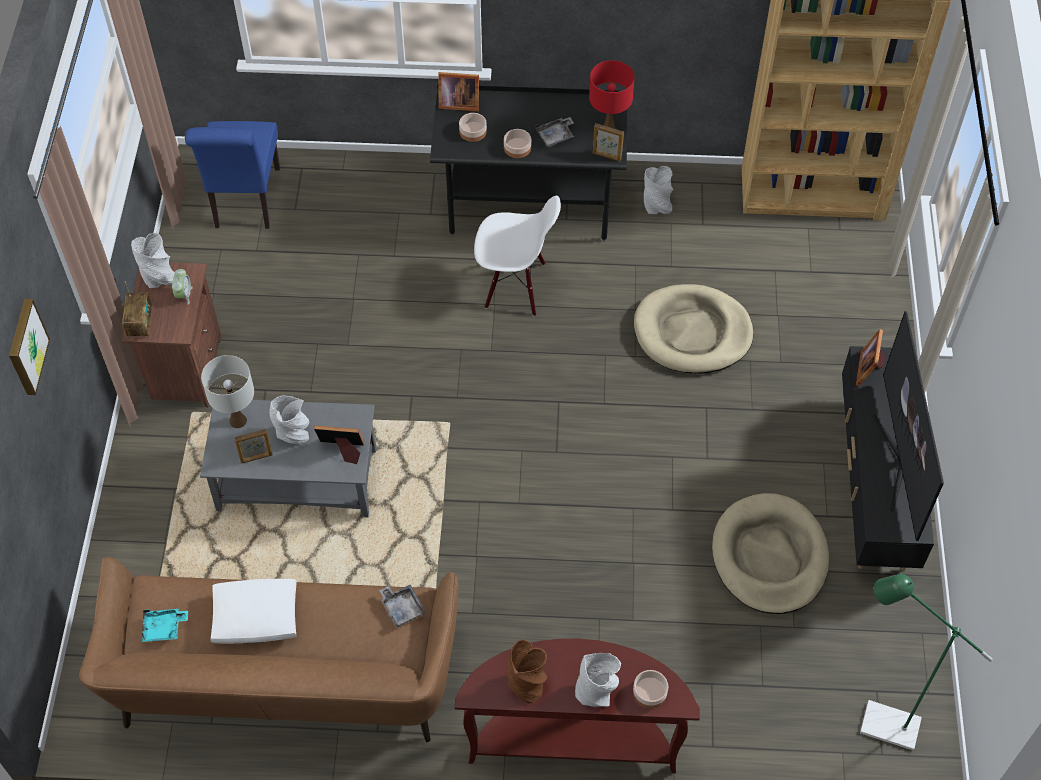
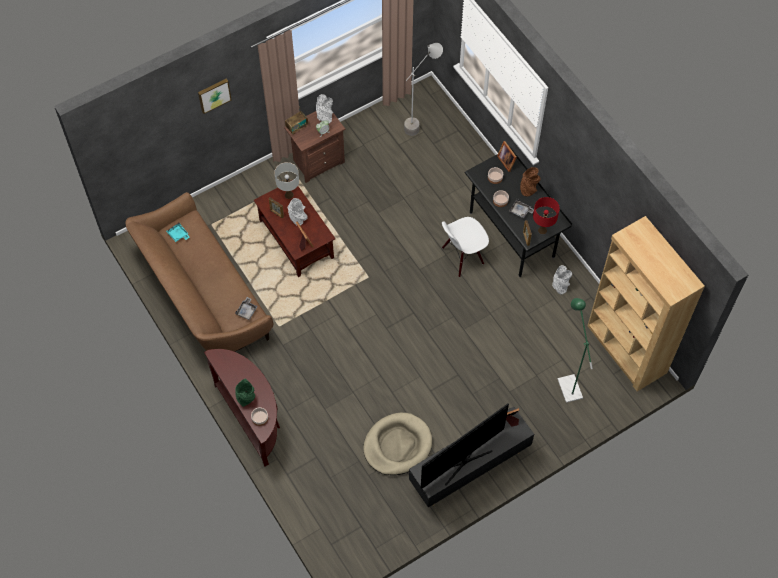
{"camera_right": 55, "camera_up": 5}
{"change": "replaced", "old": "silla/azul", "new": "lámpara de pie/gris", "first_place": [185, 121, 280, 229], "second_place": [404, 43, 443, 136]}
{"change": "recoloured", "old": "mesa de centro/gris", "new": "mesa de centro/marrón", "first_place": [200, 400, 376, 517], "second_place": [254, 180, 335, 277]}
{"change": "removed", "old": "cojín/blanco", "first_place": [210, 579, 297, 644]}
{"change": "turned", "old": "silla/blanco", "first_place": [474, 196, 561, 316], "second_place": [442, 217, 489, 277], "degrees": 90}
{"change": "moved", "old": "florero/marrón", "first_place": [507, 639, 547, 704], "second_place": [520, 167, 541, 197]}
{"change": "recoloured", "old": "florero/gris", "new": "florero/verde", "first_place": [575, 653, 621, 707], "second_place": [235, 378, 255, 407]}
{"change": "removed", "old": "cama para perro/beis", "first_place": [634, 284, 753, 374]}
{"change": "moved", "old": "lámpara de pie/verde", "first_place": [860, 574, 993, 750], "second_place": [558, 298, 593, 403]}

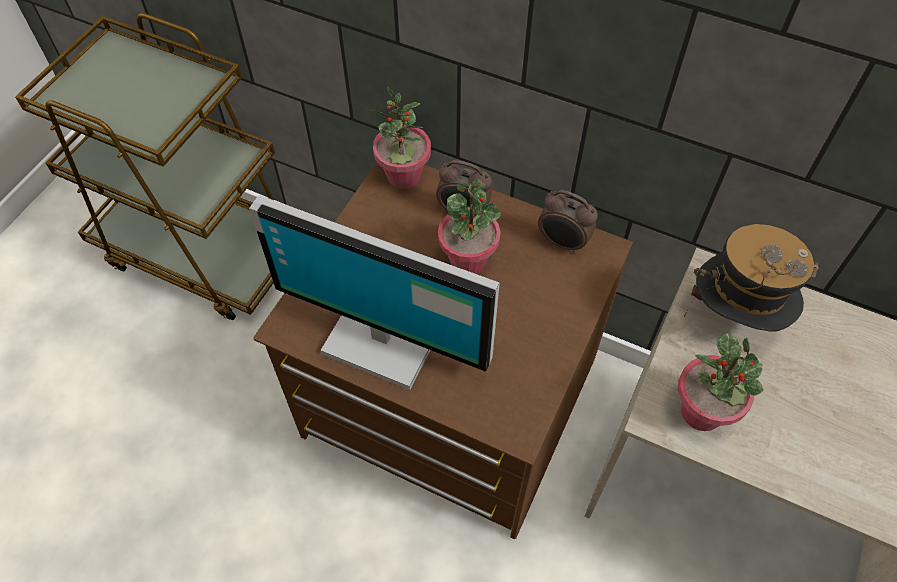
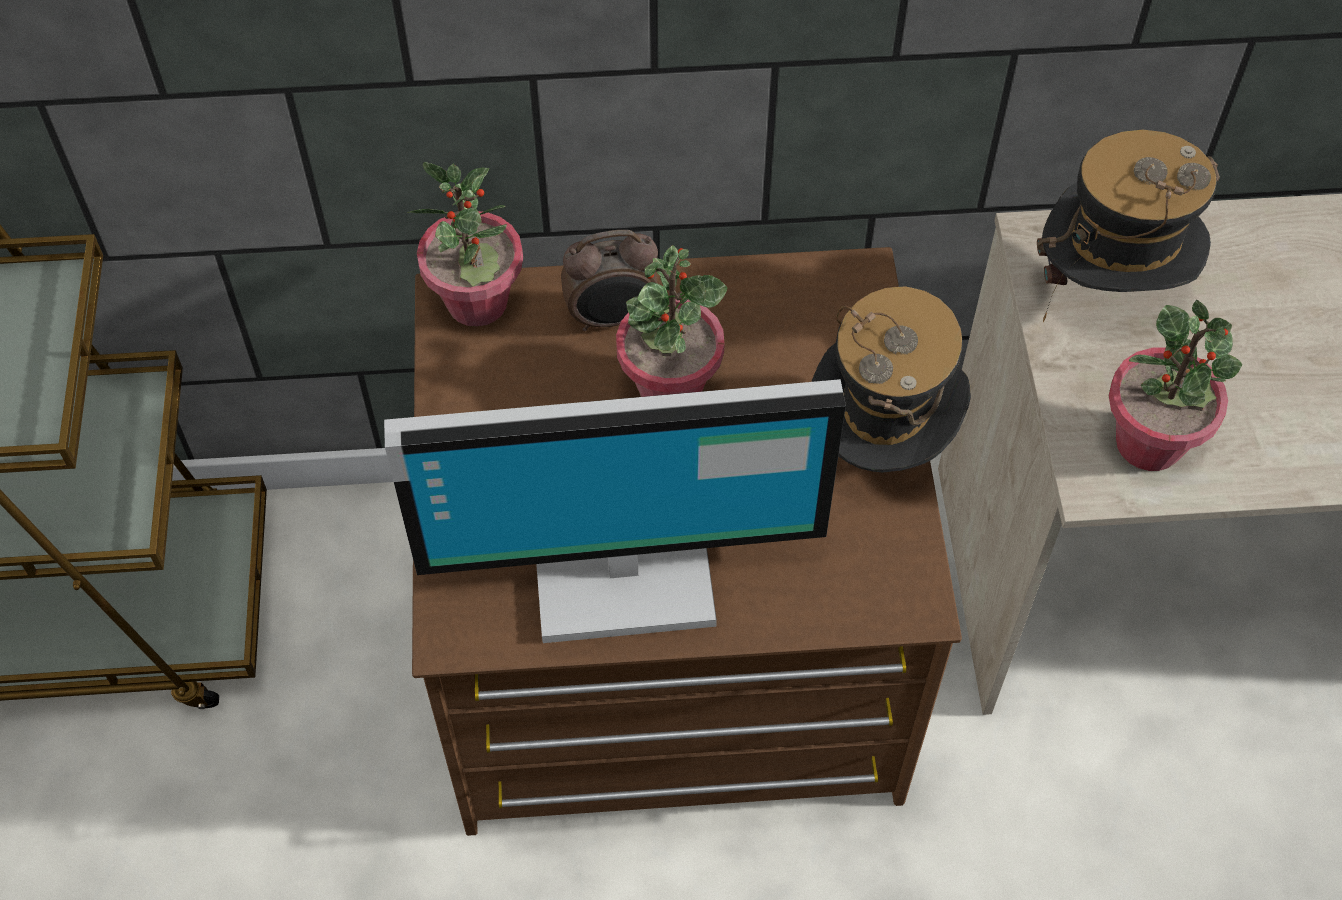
{"camera_right": -30, "camera_up": 0}
{"change": "removed", "old": "despertador", "first_place": [538, 190, 598, 254]}
{"change": "added", "new": "sombrero", "second_place": [812, 286, 971, 472]}

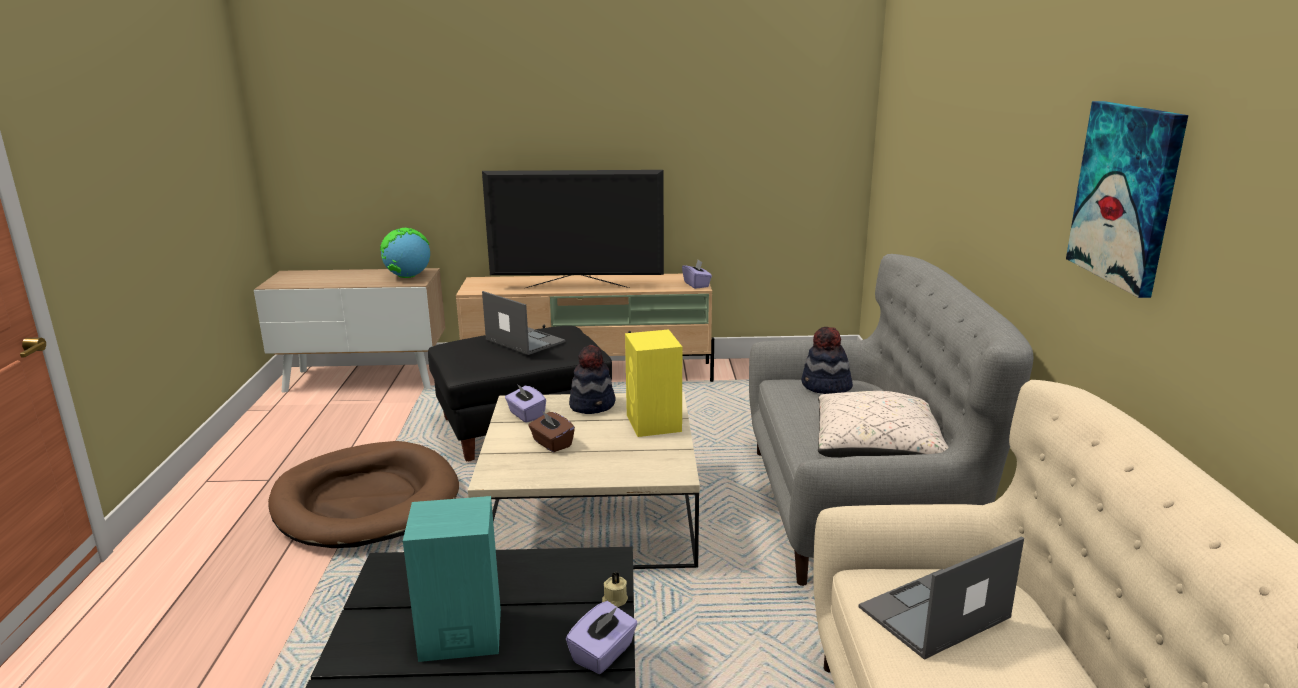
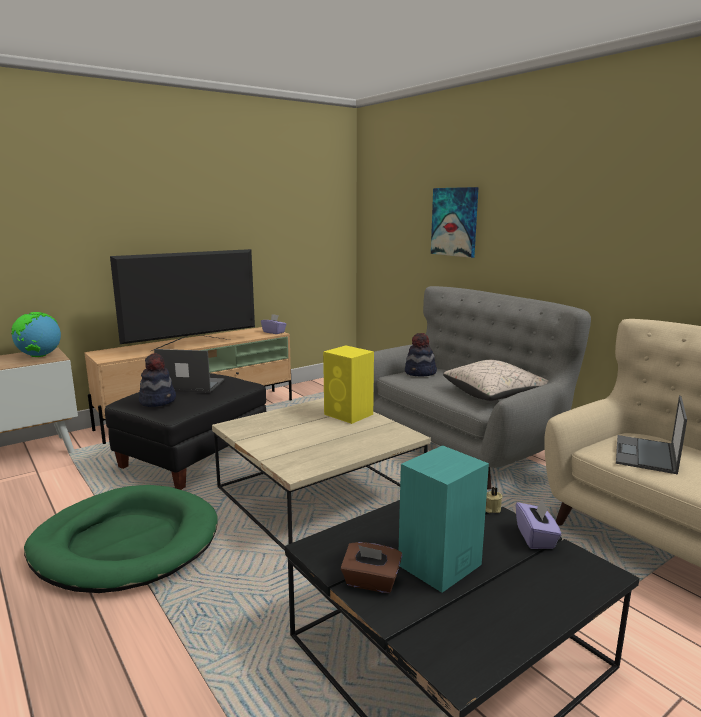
{"camera_right": -35, "camera_up": -5}
{"change": "recoloured", "old": "cama para perro/marrón", "new": "cama para perro/verde", "first_place": [268, 441, 459, 548], "second_place": [24, 485, 218, 593]}
{"change": "removed", "old": "caja de pañuelos/morado", "first_place": [505, 384, 546, 423]}
{"change": "moved", "old": "caja de pañuelos/marrón", "first_place": [528, 411, 575, 452], "second_place": [341, 542, 402, 593]}
{"change": "moved", "old": "sombrero", "first_place": [569, 345, 616, 414], "second_place": [139, 353, 176, 407]}
{"change": "moved", "old": "cuadro", "first_place": [1066, 101, 1188, 298], "second_place": [431, 187, 479, 258]}

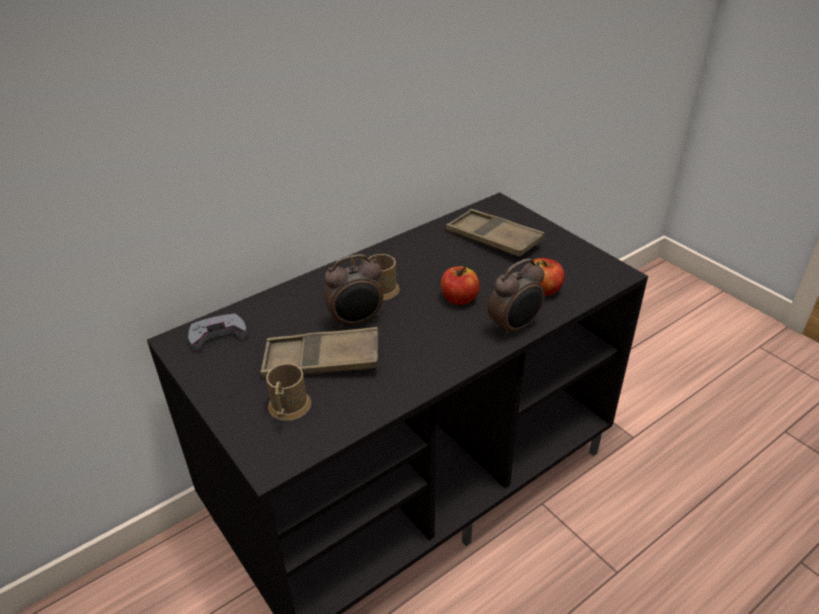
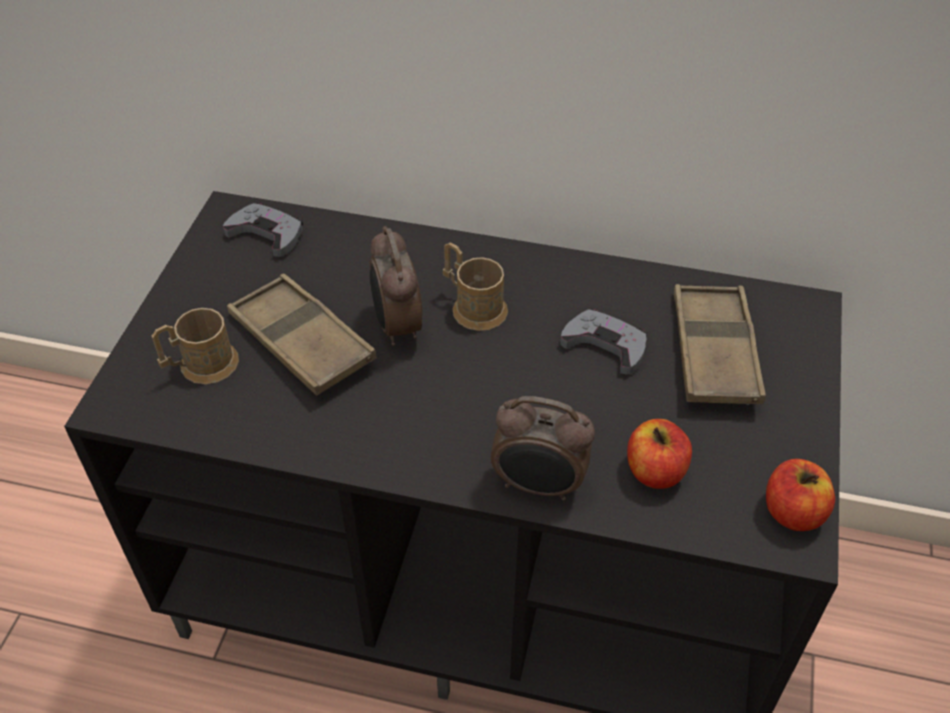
{"camera_right": 50, "camera_up": 10}
{"change": "turned", "old": "despertador", "first_place": [324, 254, 383, 329], "second_place": [369, 226, 422, 346], "degrees": 45}
{"change": "moved", "old": "manzana", "first_place": [441, 266, 480, 305], "second_place": [766, 459, 835, 531]}
{"change": "added", "new": "mando de consola/gris", "second_place": [560, 309, 647, 374]}

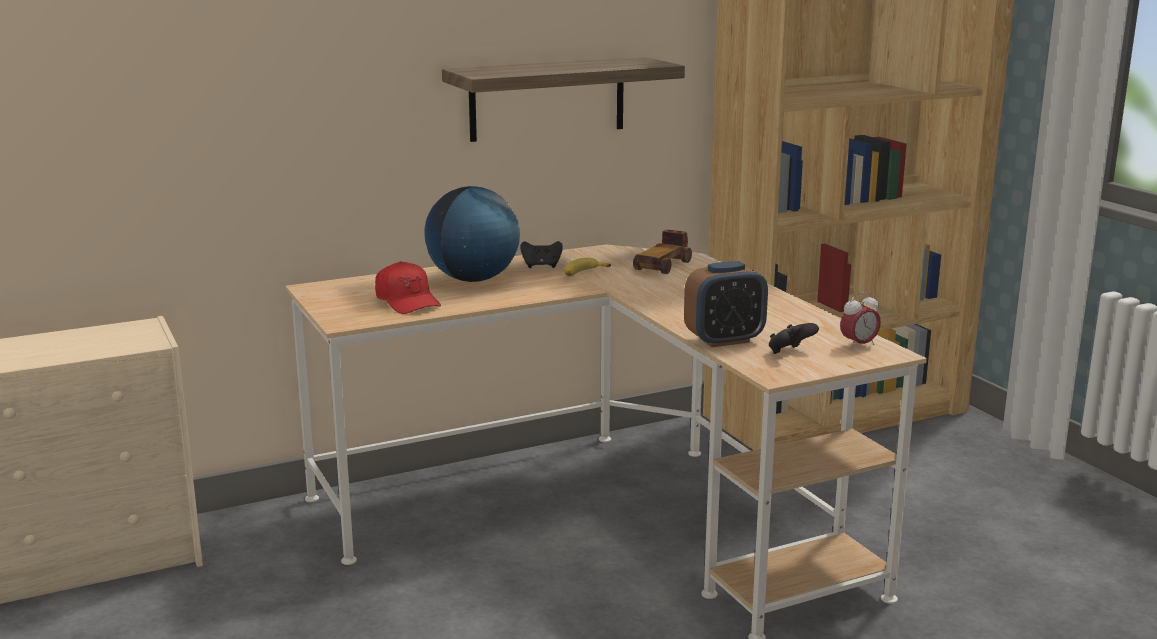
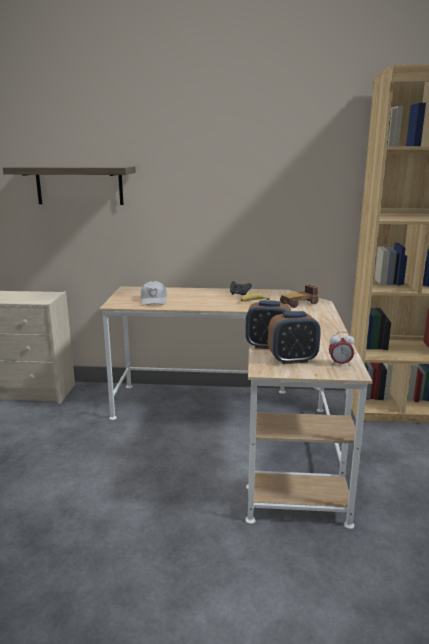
{"camera_right": 30, "camera_up": 0}
{"change": "recoloured", "old": "gorra/rojo", "new": "gorra/blanco", "first_place": [375, 261, 441, 314], "second_place": [141, 281, 167, 306]}
{"change": "removed", "old": "globo terráqueo", "first_place": [424, 186, 520, 282]}
{"change": "moved", "old": "estante", "first_place": [442, 57, 685, 142], "second_place": [3, 166, 136, 205]}
{"change": "replaced", "old": "mando de consola/negro", "new": "despertador", "first_place": [769, 323, 819, 354], "second_place": [268, 311, 321, 364]}

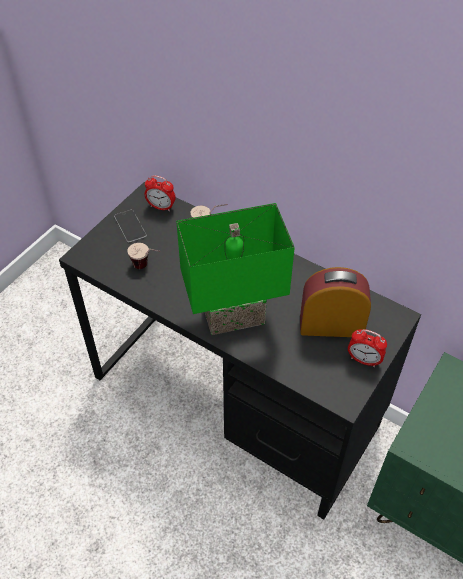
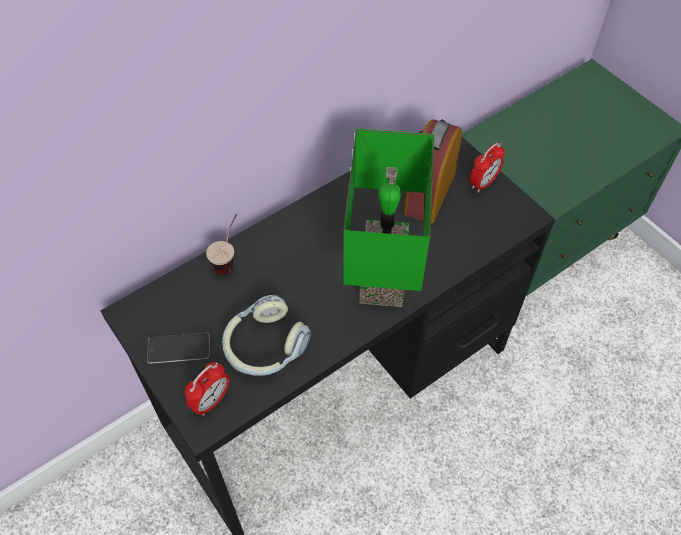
{"camera_right": -70, "camera_up": 5}
{"change": "replaced", "old": "taza", "new": "auriculares", "first_place": [127, 243, 161, 269], "second_place": [222, 295, 311, 376]}
{"change": "moved", "old": "despertador", "first_place": [145, 175, 176, 211], "second_place": [185, 362, 230, 416]}

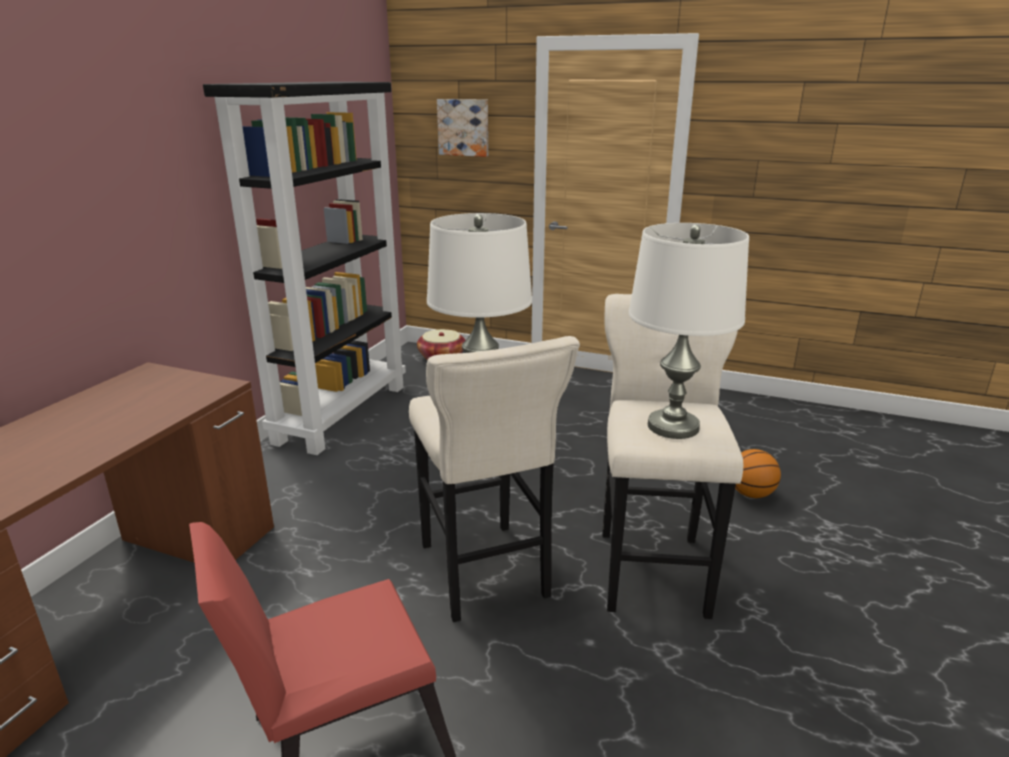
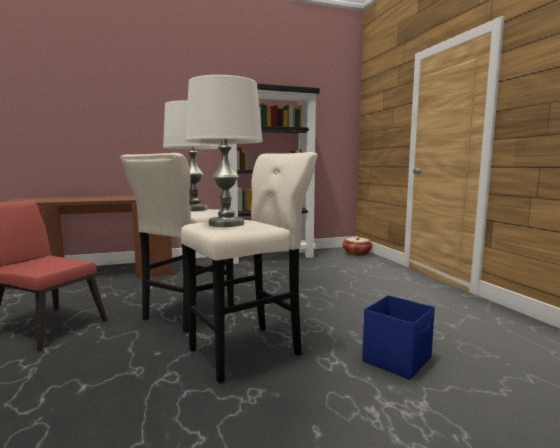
{"camera_right": 50, "camera_up": -15}
{"change": "removed", "old": "cuadro", "first_place": [437, 99, 488, 157]}
{"change": "replaced", "old": "balón de baloncesto", "new": "caja de almacenaje/azul", "first_place": [735, 449, 781, 498], "second_place": [362, 295, 435, 380]}

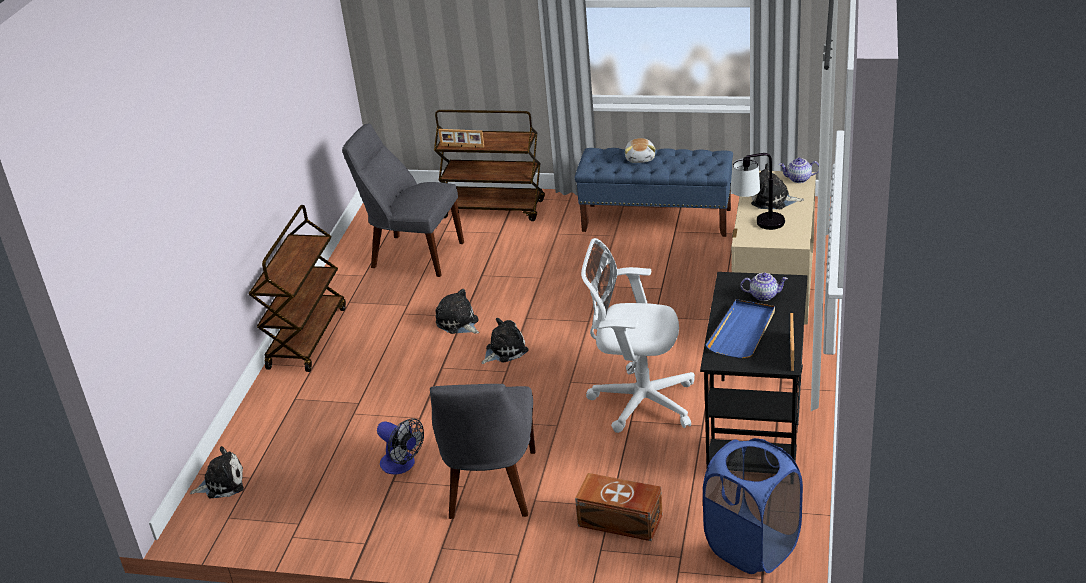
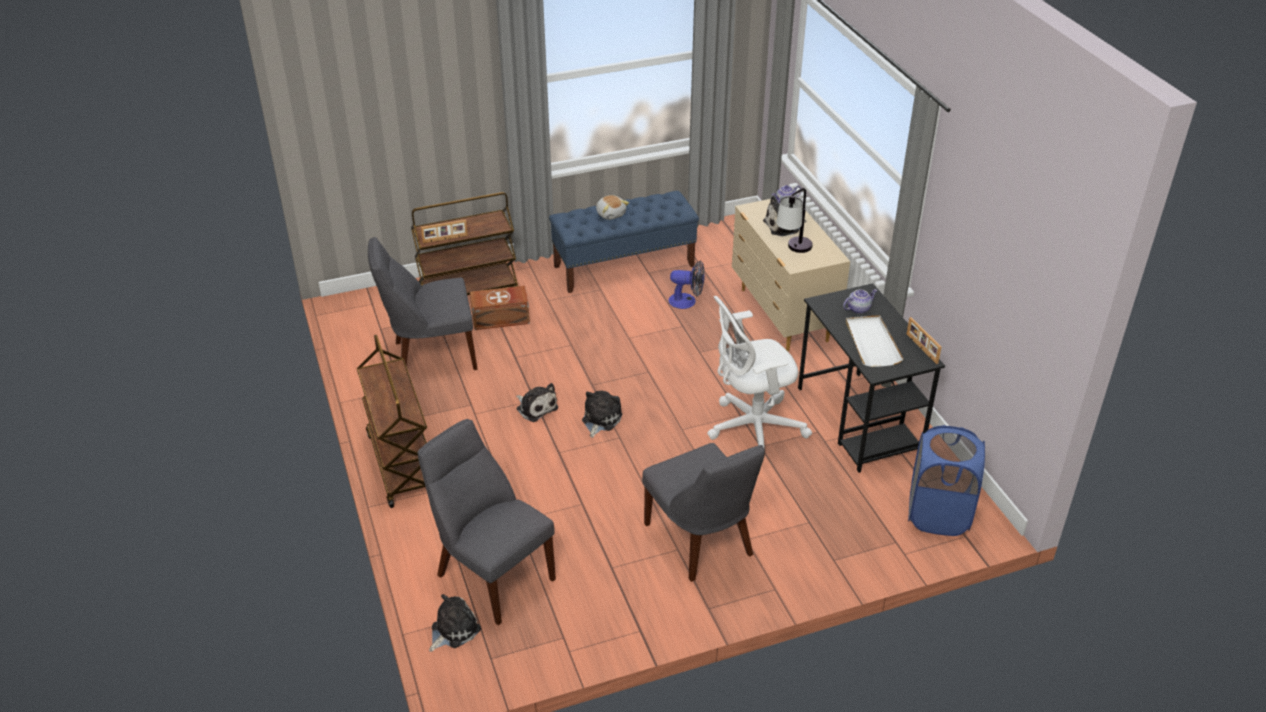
{"camera_right": -35, "camera_up": 5}
{"change": "moved", "old": "ventilador", "first_place": [377, 418, 424, 474], "second_place": [669, 261, 705, 309]}
{"change": "turned", "old": "peluche", "first_place": [436, 289, 479, 334], "second_place": [516, 383, 558, 422], "degrees": -150}
{"change": "moved", "old": "caja de almacenaje/marrón", "first_place": [575, 473, 663, 541], "second_place": [470, 286, 530, 330]}
{"change": "recoloured", "old": "bandeja/azul", "new": "bandeja/blanco", "first_place": [706, 299, 775, 358], "second_place": [846, 315, 903, 367]}
{"change": "added", "new": "silla/gris", "second_place": [418, 419, 556, 625]}

